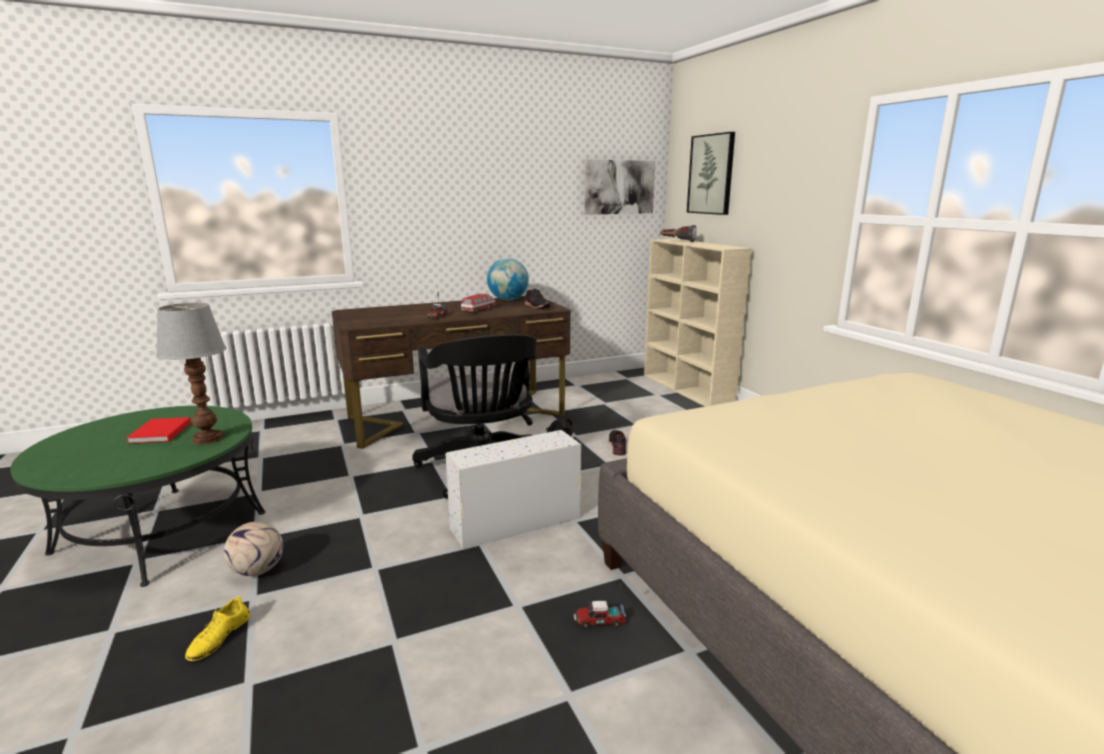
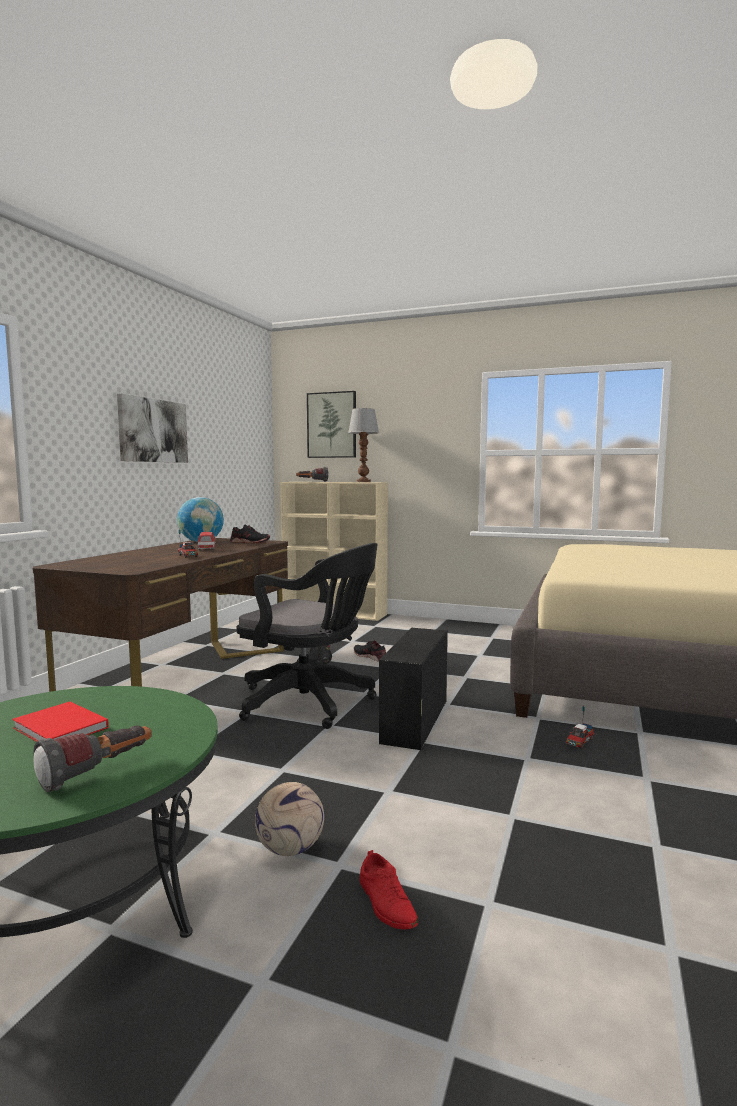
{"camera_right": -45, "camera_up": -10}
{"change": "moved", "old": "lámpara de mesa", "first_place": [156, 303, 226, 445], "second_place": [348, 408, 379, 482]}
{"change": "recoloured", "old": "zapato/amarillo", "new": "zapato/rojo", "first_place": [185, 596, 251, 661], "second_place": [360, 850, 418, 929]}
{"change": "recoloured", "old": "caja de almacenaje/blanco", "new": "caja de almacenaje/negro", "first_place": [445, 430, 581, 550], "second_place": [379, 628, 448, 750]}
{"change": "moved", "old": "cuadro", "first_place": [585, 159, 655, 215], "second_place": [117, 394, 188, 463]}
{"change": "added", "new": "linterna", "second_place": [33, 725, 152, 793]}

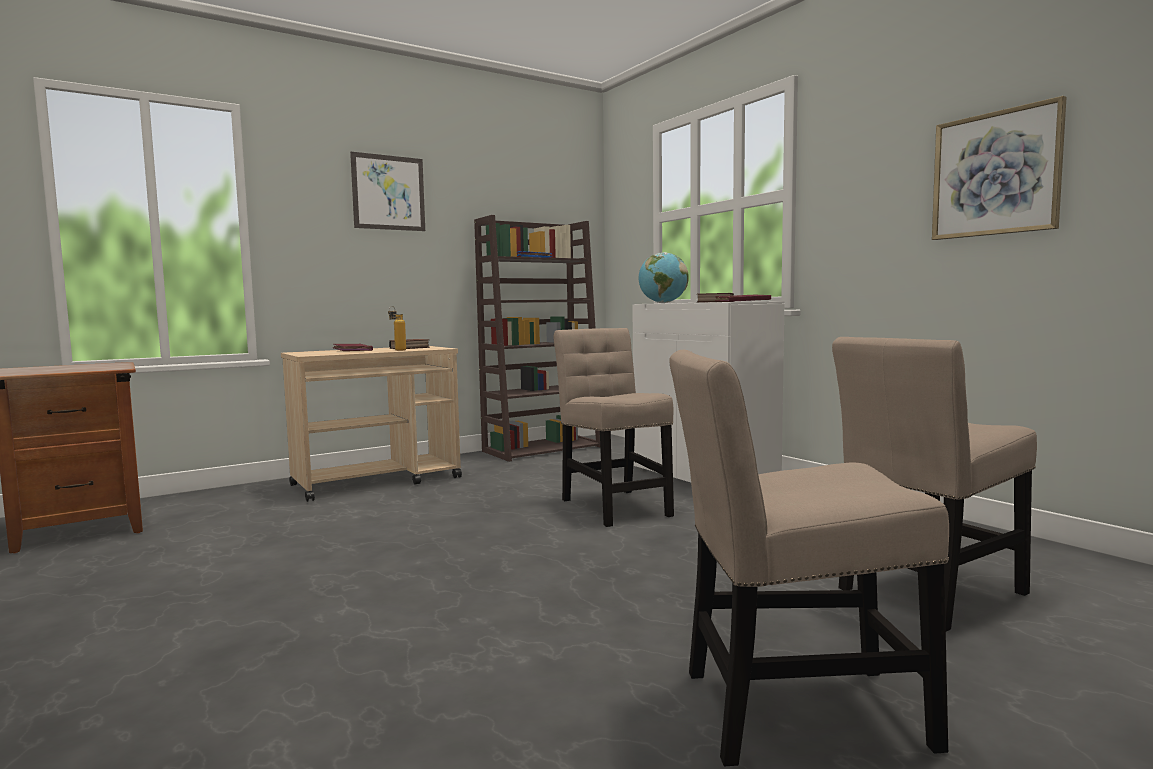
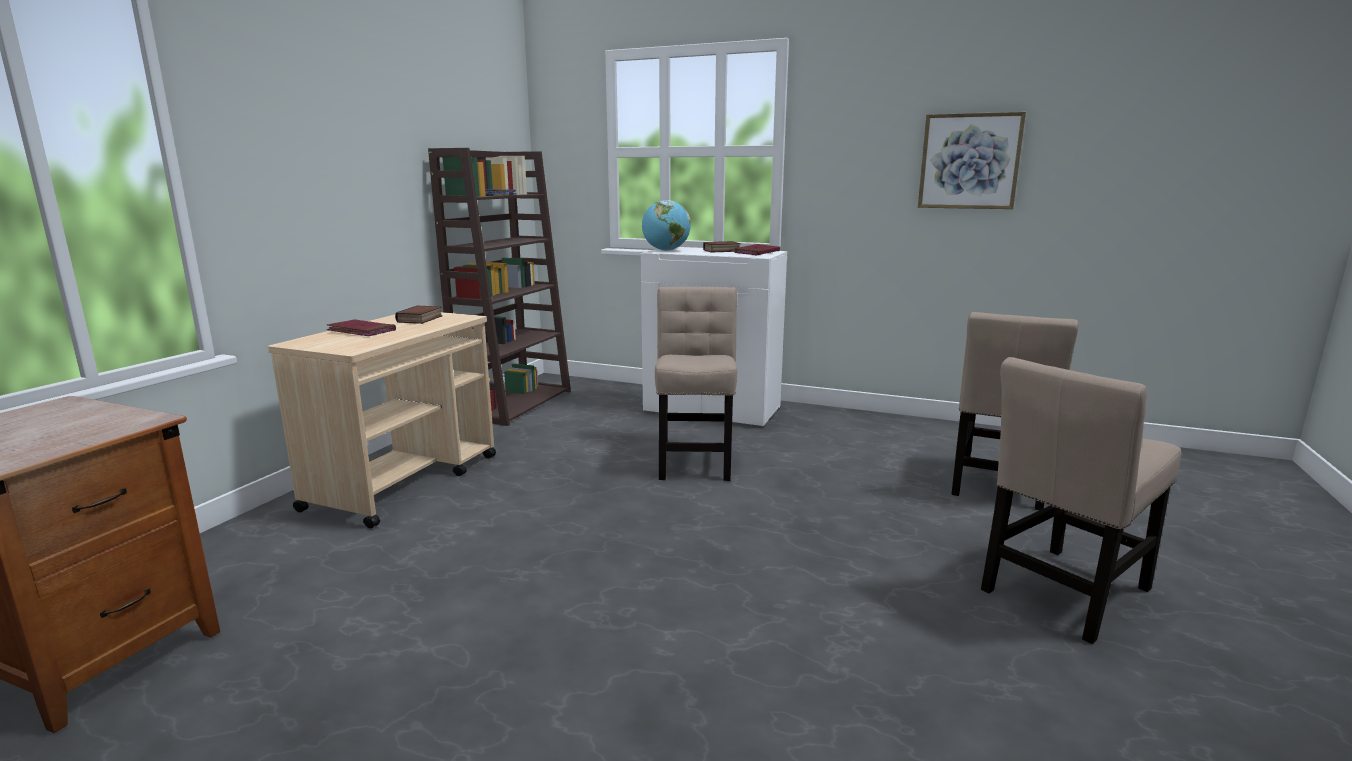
{"camera_right": -35, "camera_up": 10}
{"change": "removed", "old": "cuadro", "first_place": [350, 152, 425, 231]}
{"change": "removed", "old": "botella", "first_place": [388, 306, 406, 351]}
{"change": "turned", "old": "silla/beis", "first_place": [553, 328, 674, 527], "second_place": [655, 287, 737, 481], "degrees": 60}

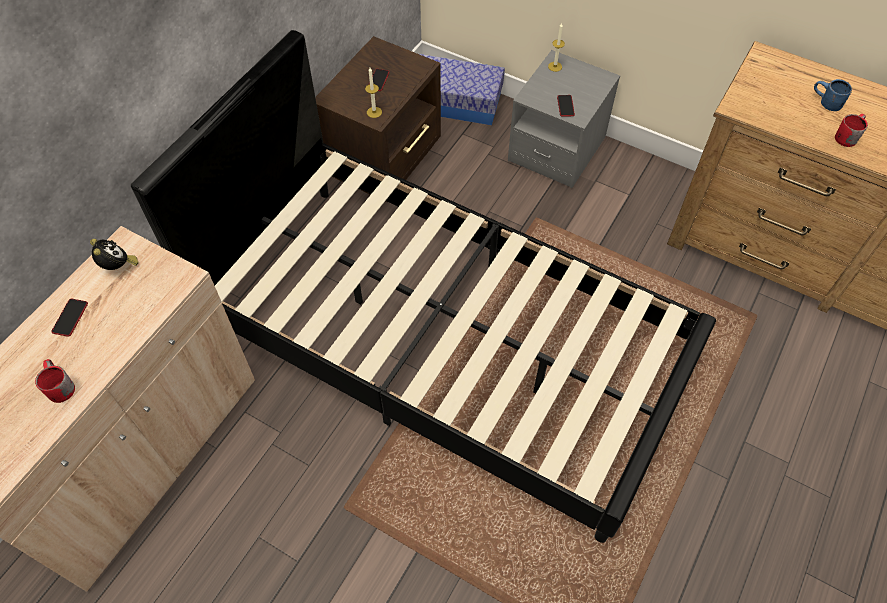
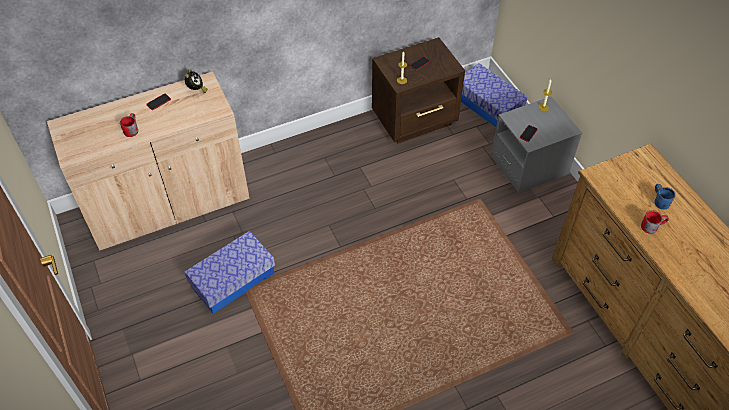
{"camera_right": 35, "camera_up": -5}
{"change": "removed", "old": "cama/negro", "first_place": [131, 30, 716, 543]}
{"change": "added", "new": "caja de almacenaje", "second_place": [184, 231, 275, 314]}

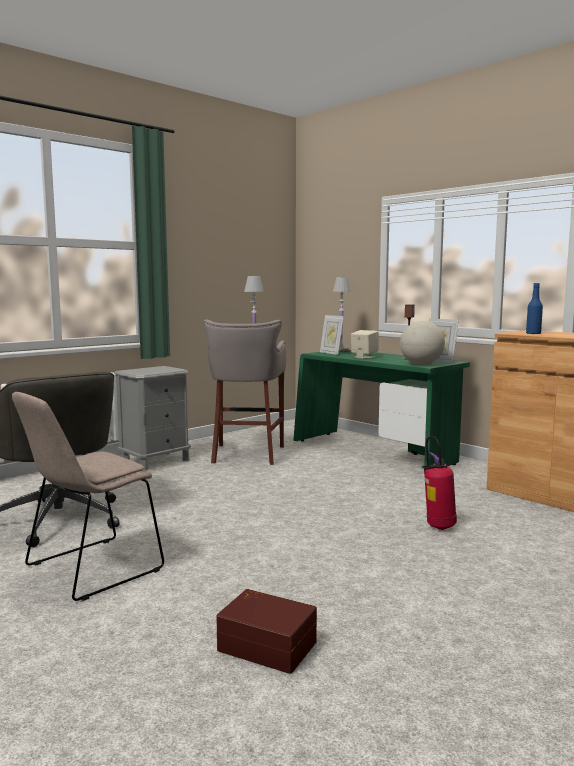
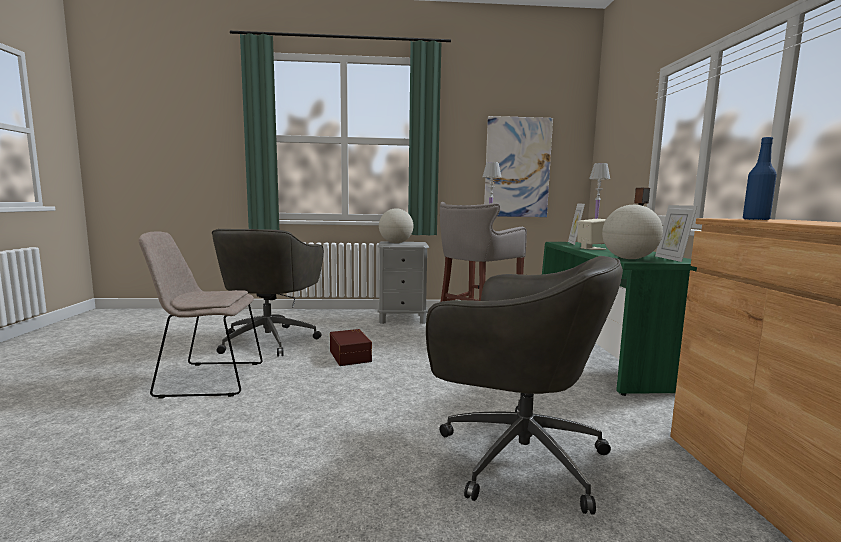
{"camera_right": 40, "camera_up": 0}
{"change": "moved", "old": "caja de almacenaje/marrón", "first_place": [216, 589, 317, 674], "second_place": [330, 329, 372, 366]}
{"change": "replaced", "old": "extintor", "new": "silla de oficina/gris", "first_place": [421, 436, 457, 530], "second_place": [426, 256, 623, 515]}
{"change": "added", "new": "globo terráqueo", "second_place": [379, 208, 413, 243]}
{"change": "added", "new": "cuadro", "second_place": [484, 116, 553, 217]}

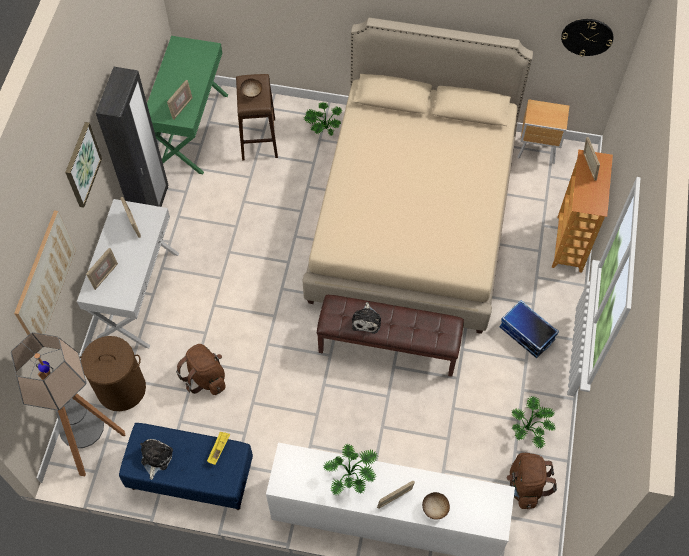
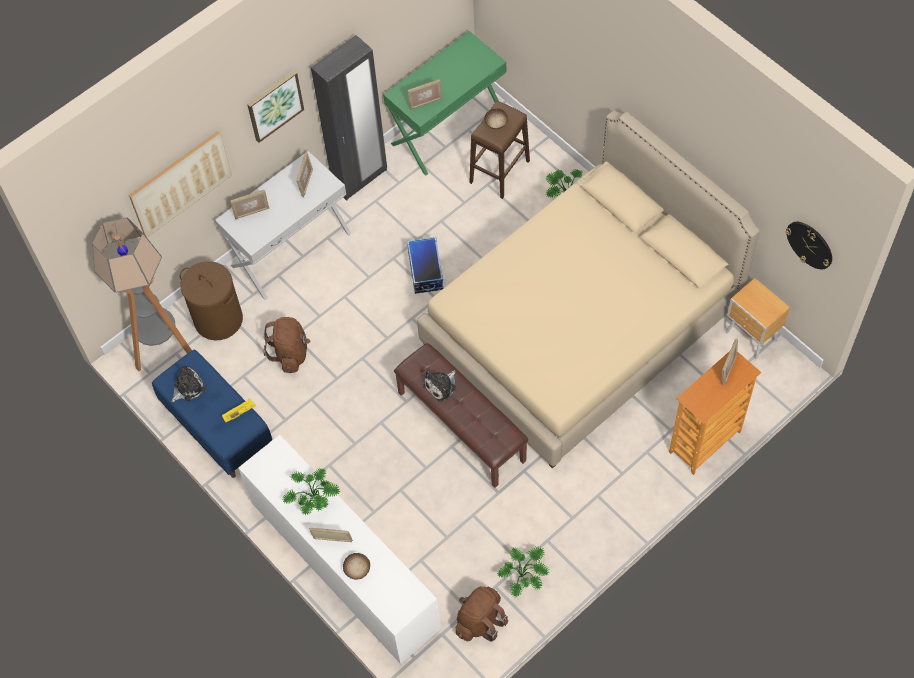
{"camera_right": 40, "camera_up": 0}
{"change": "moved", "old": "caja de almacenaje", "first_place": [500, 300, 559, 358], "second_place": [407, 237, 443, 294]}

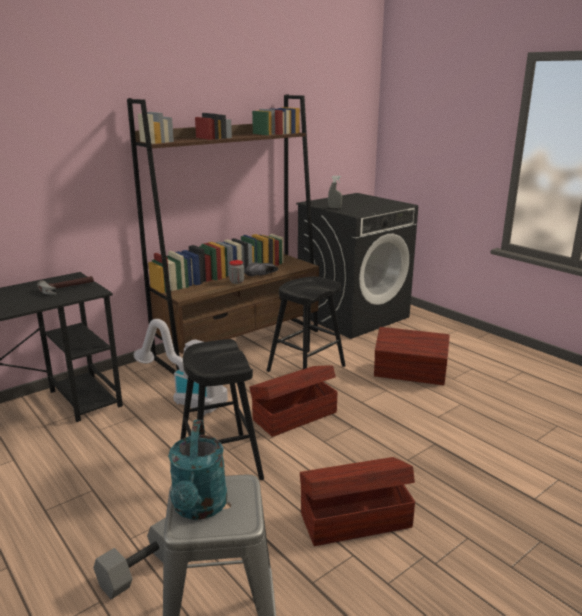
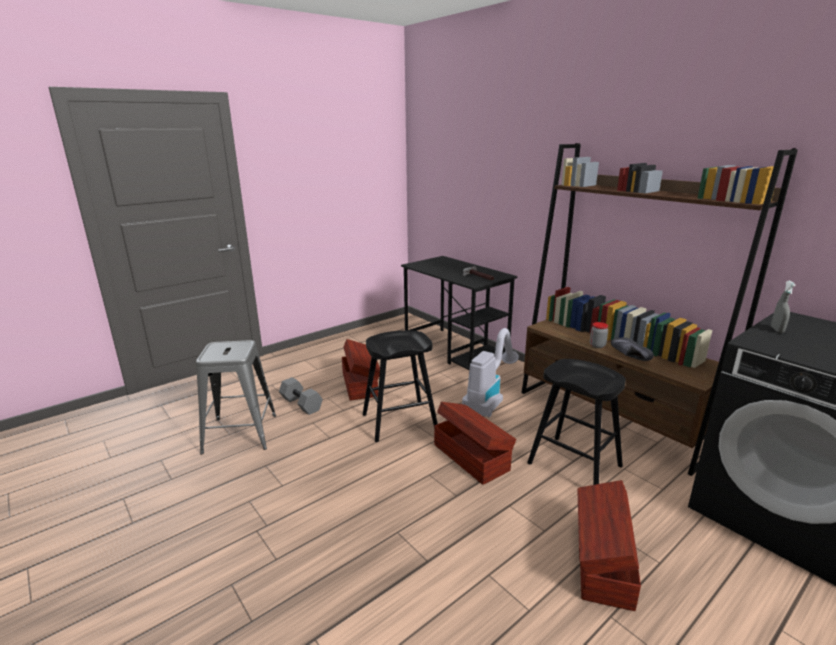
{"camera_right": 90, "camera_up": 0}
{"change": "removed", "old": "regadera/turquesa", "first_place": [168, 420, 227, 520]}
{"change": "moved", "old": "caja de almacenaje/marrón", "first_place": [300, 457, 415, 546], "second_place": [342, 339, 380, 400]}

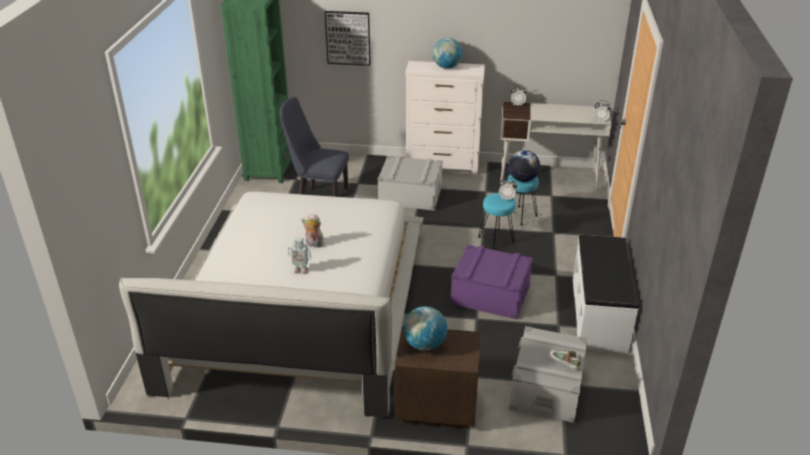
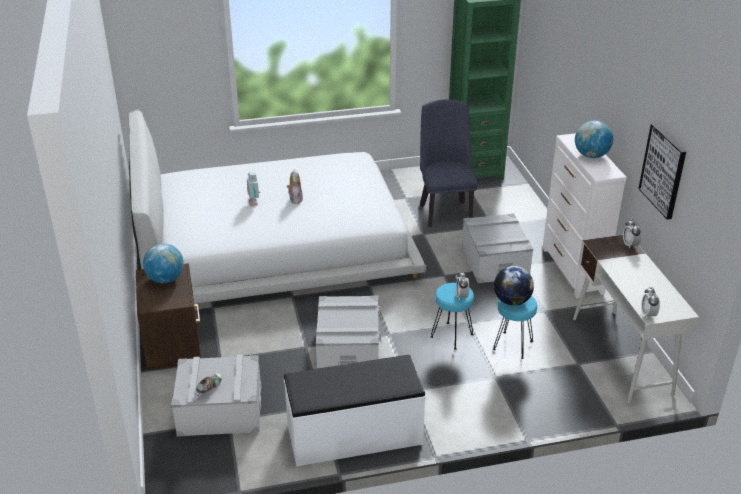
{"camera_right": 70, "camera_up": 0}
{"change": "moved", "old": "cuadro", "first_place": [325, 11, 371, 66], "second_place": [638, 123, 686, 220]}
{"change": "recoloured", "old": "caja de almacenaje/morado", "new": "caja de almacenaje/gris", "first_place": [450, 244, 533, 320], "second_place": [316, 296, 382, 369]}

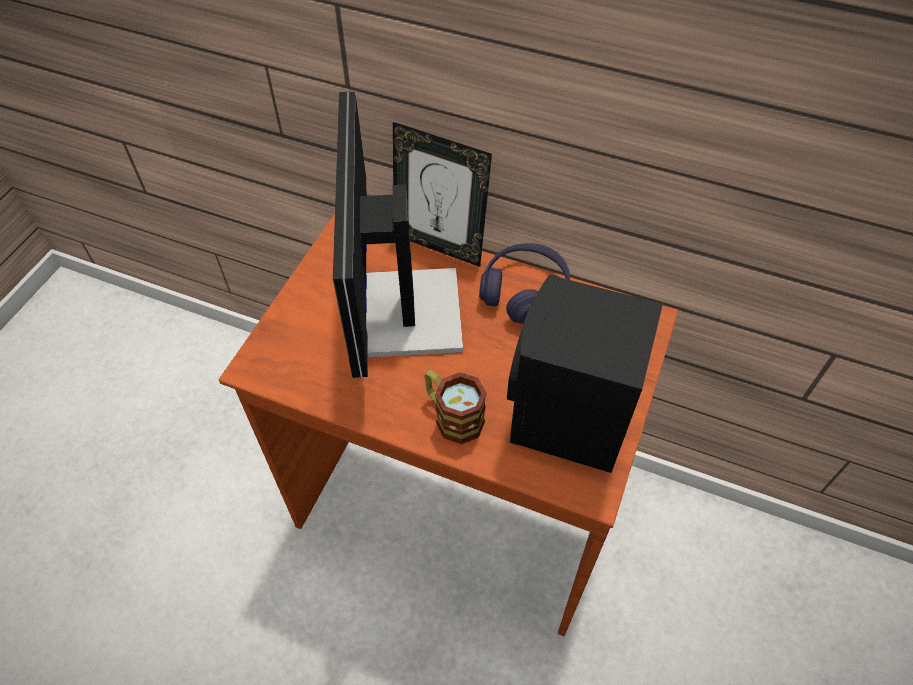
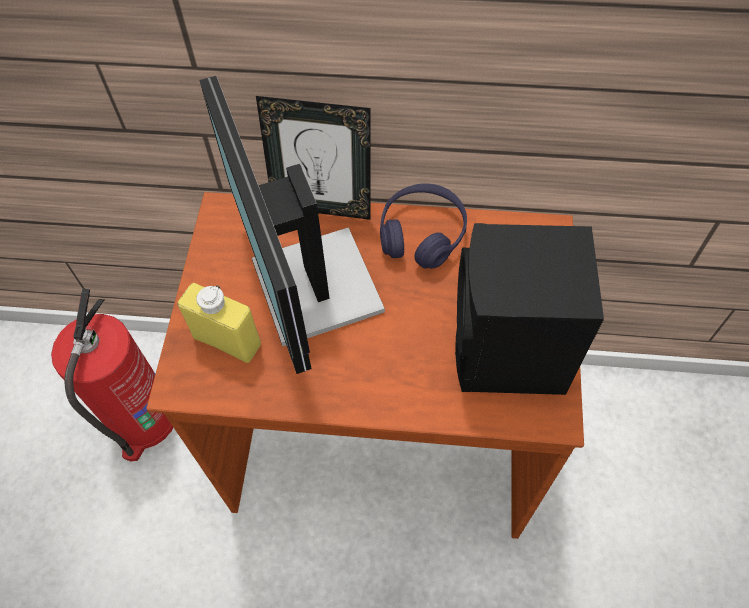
{"camera_right": -15, "camera_up": 5}
{"change": "removed", "old": "taza grande", "first_place": [424, 370, 487, 444]}
{"change": "added", "new": "extintor", "second_place": [51, 289, 173, 461]}
{"change": "added", "new": "botella/amarillo", "second_place": [178, 283, 261, 363]}

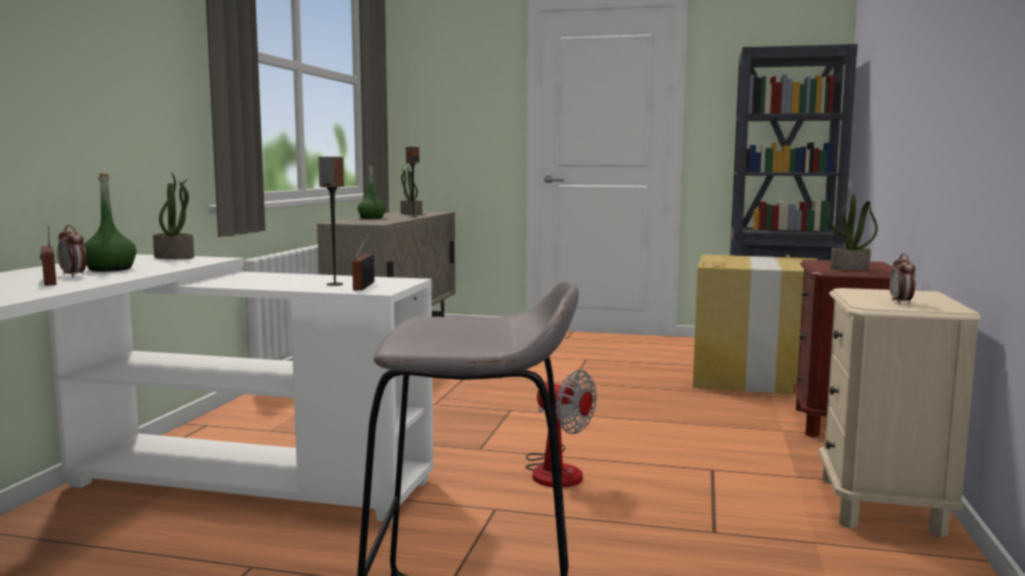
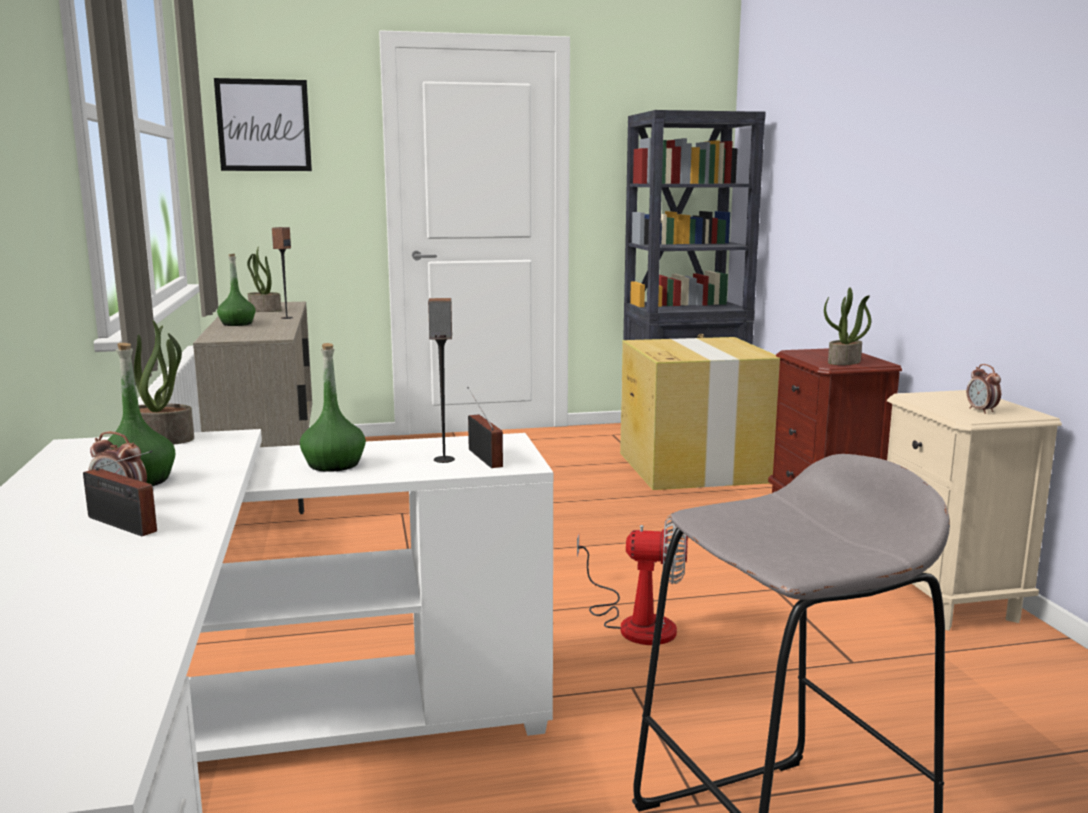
{"camera_right": -25, "camera_up": 5}
{"change": "added", "new": "cuadro", "second_place": [214, 78, 312, 171]}
{"change": "added", "new": "botella/verde", "second_place": [300, 343, 366, 472]}

